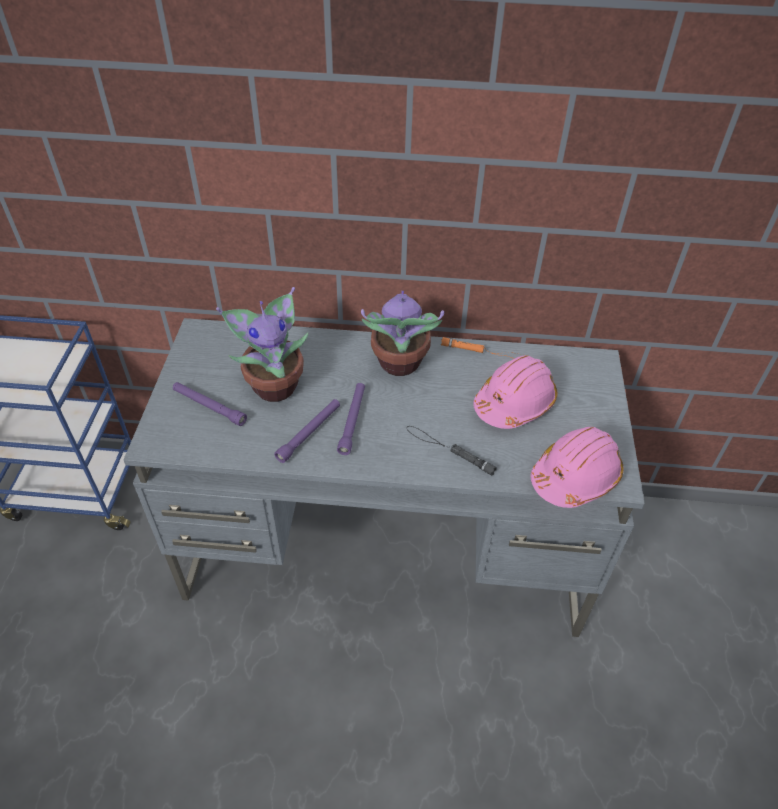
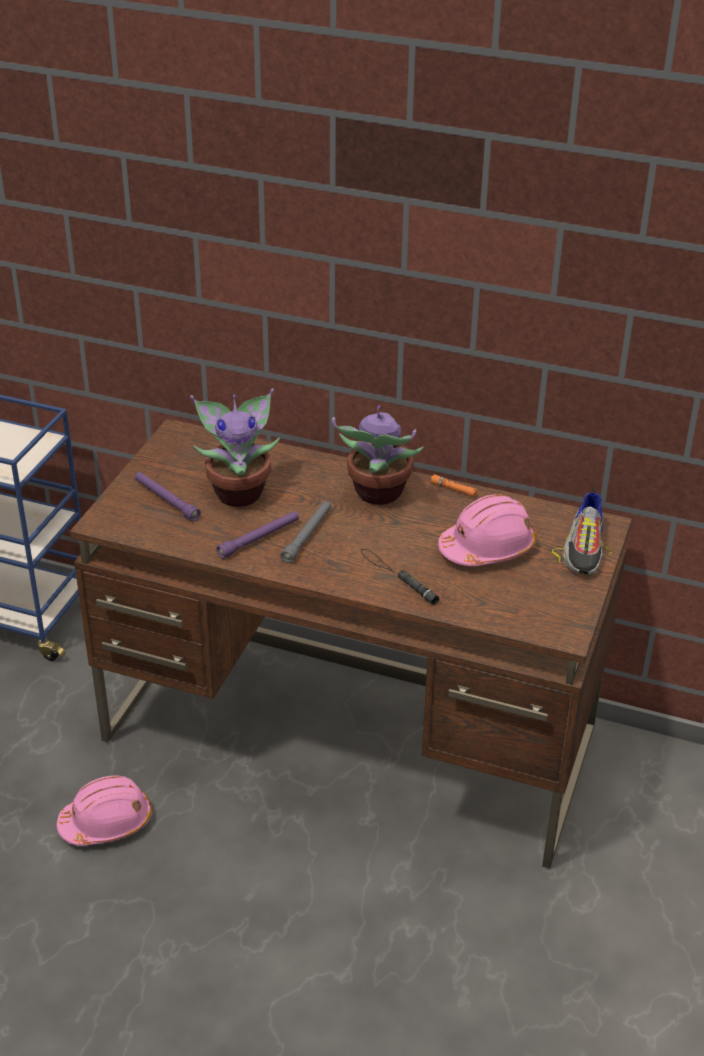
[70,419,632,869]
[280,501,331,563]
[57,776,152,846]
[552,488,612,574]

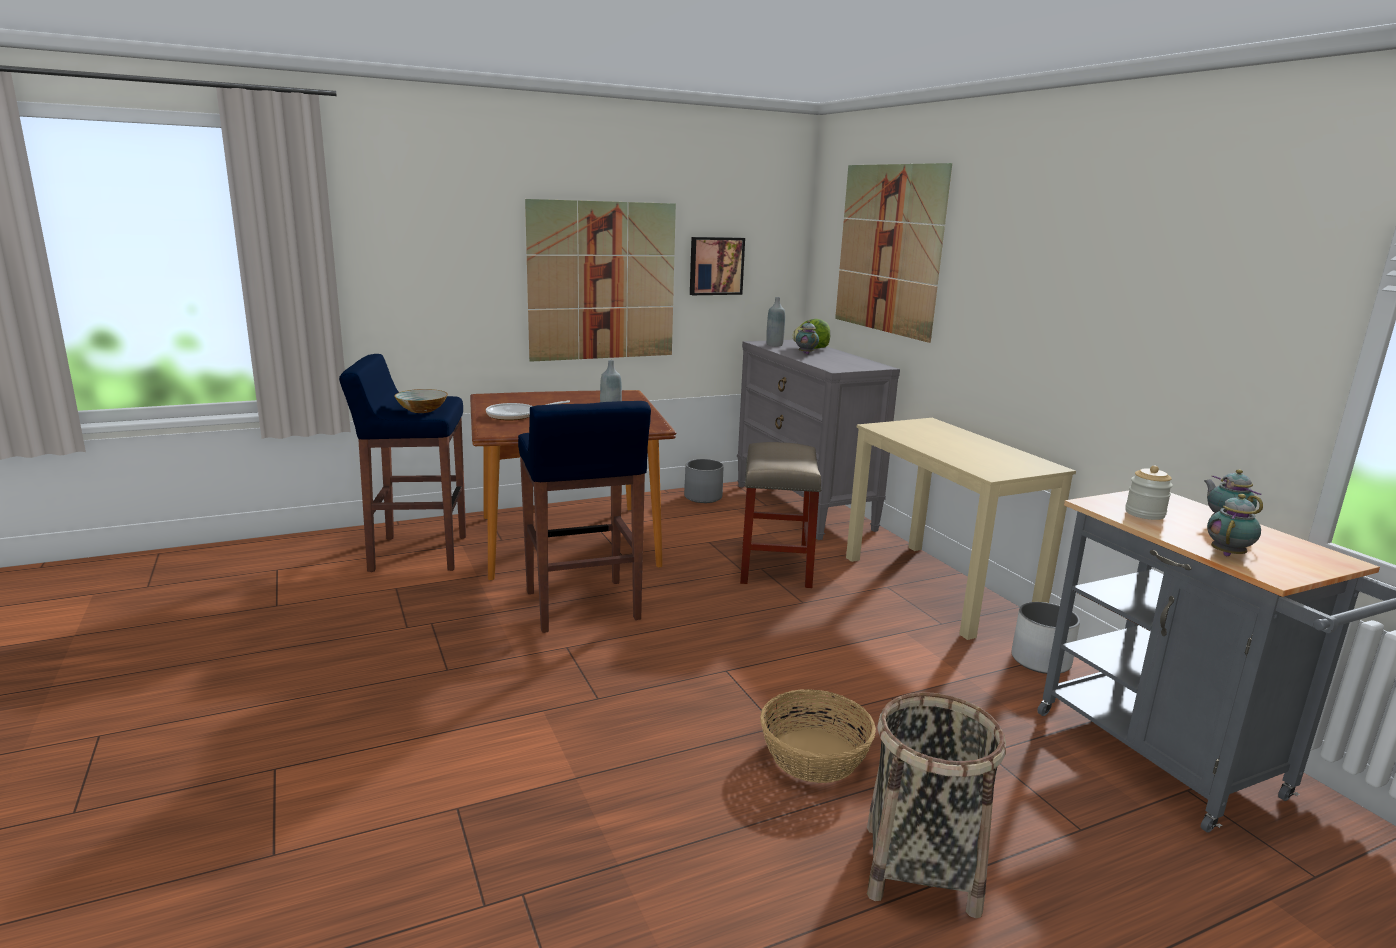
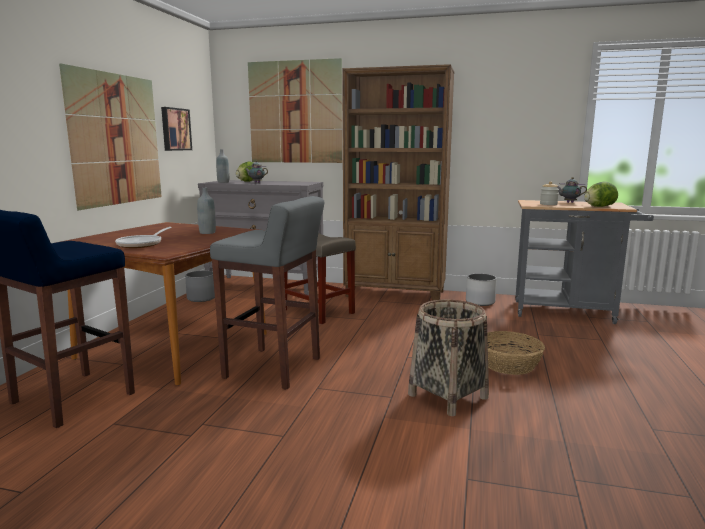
[395,389,448,413] (first image)
[210,196,324,389]
[342,64,454,301]
[408,300,489,416]
[584,182,618,207]

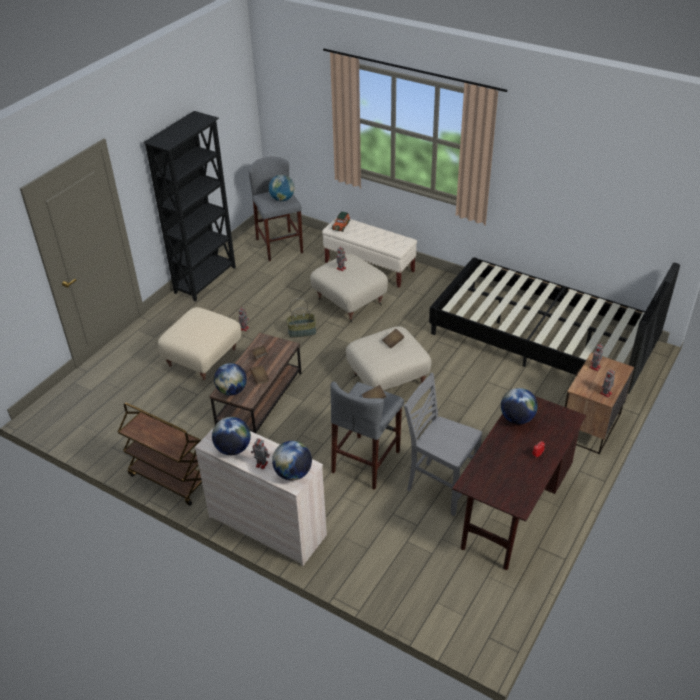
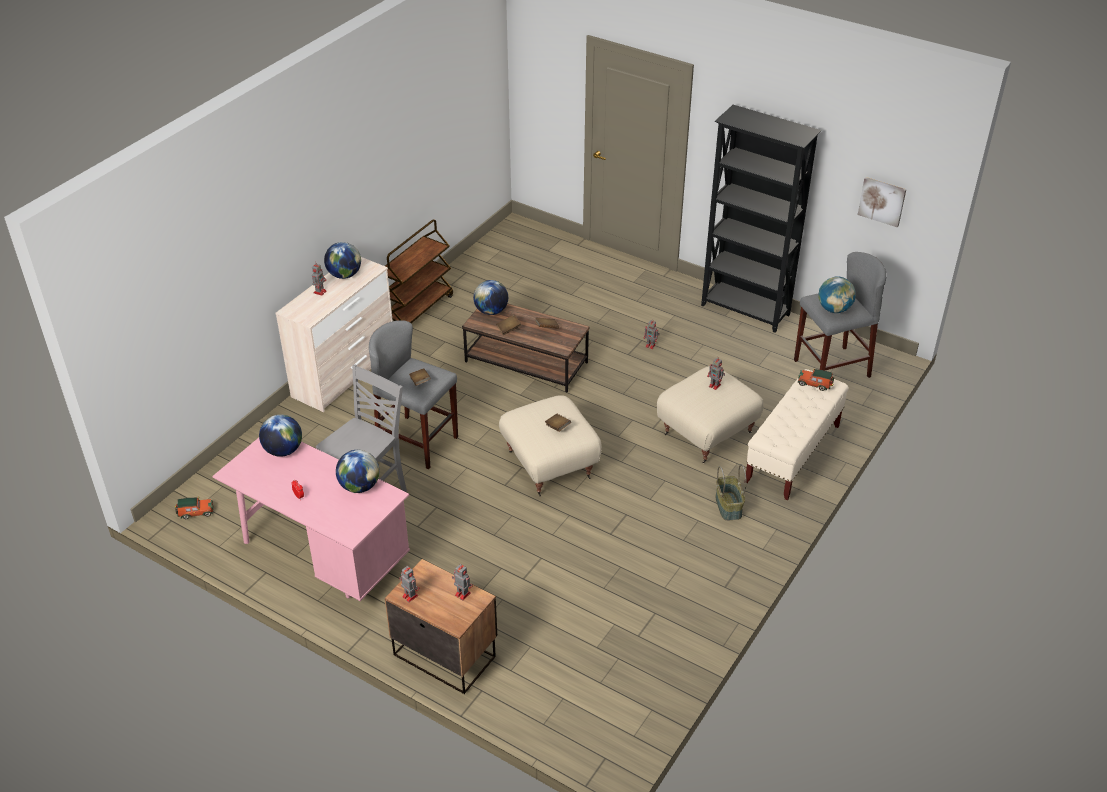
[158,307,241,383] (first image)
[259,414,302,457]
[716,464,747,521]
[429,257,680,403] (first image)
[212,438,410,601]
[175,497,214,519]
[858,177,906,227]

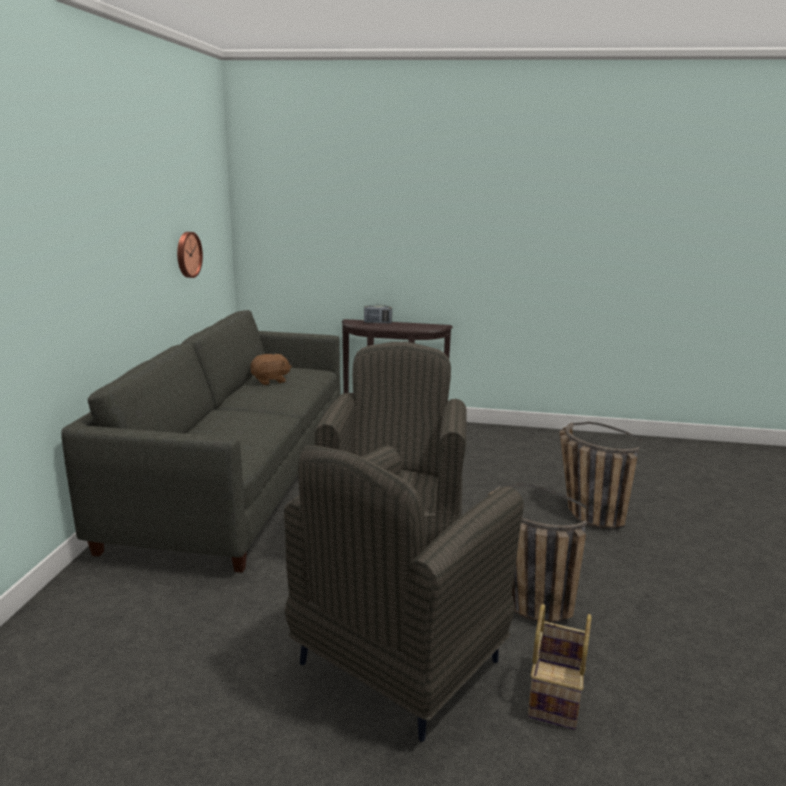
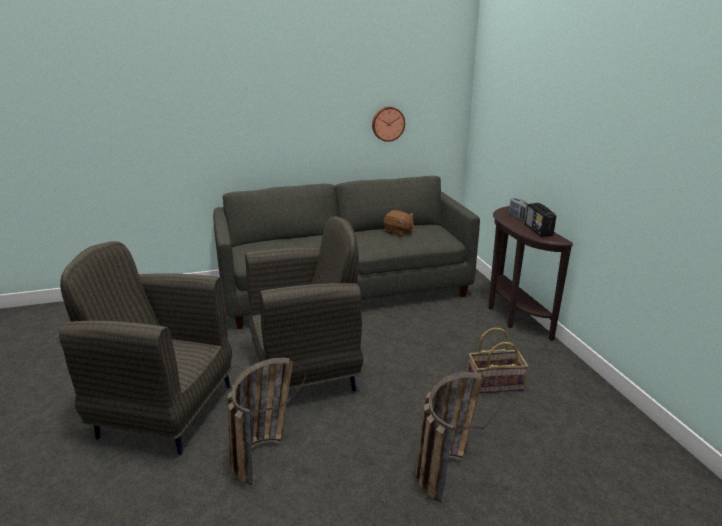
[468,328,528,394]
[525,203,556,237]

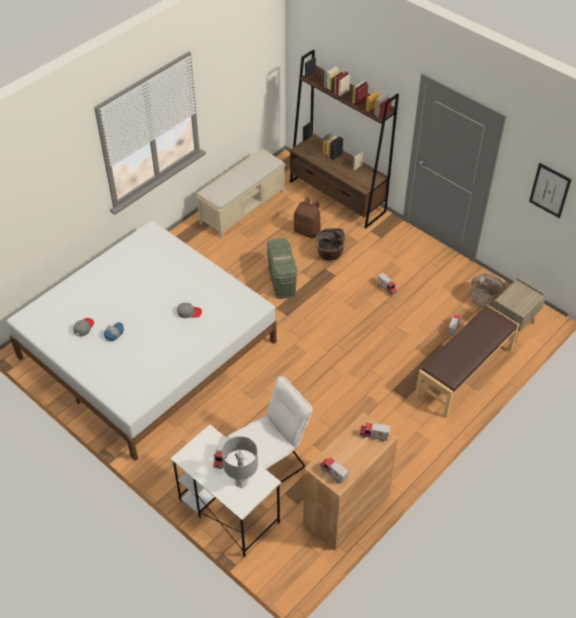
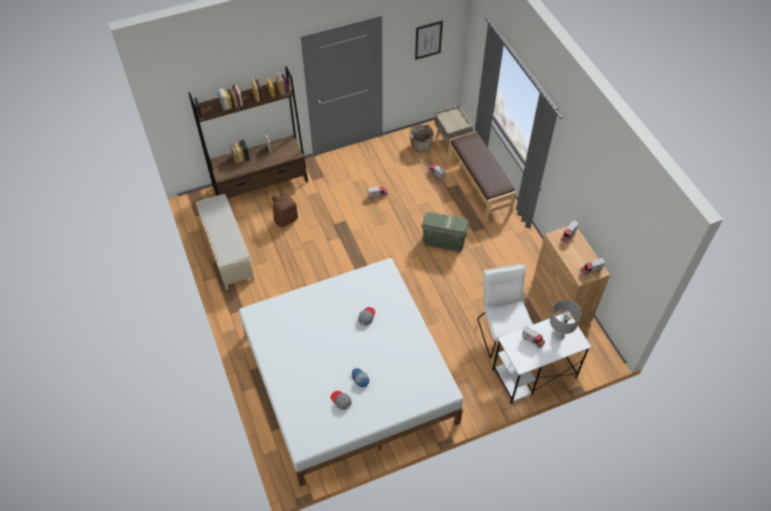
[421,212,469,252]
[315,228,346,261] (first image)

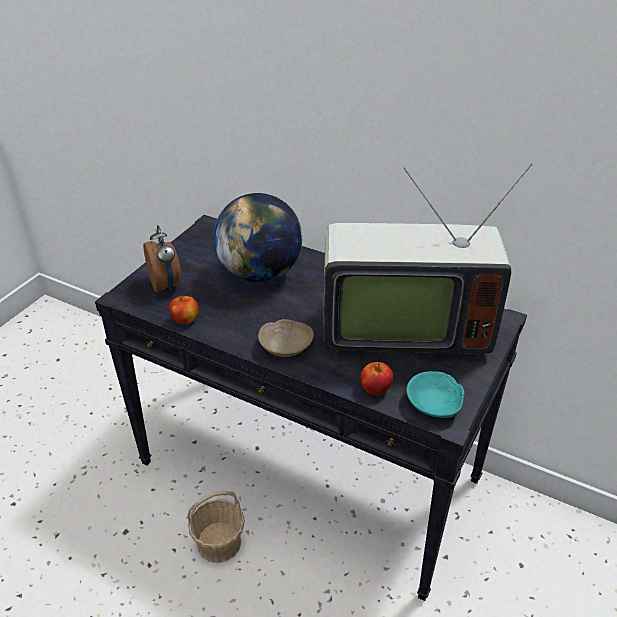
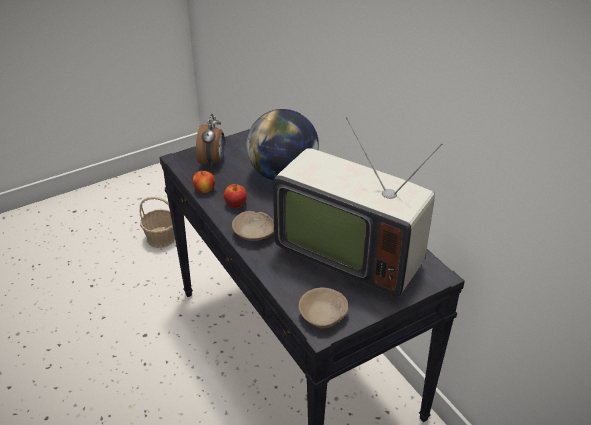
[140,197,175,248]
[224,184,247,208]
[298,288,348,329]

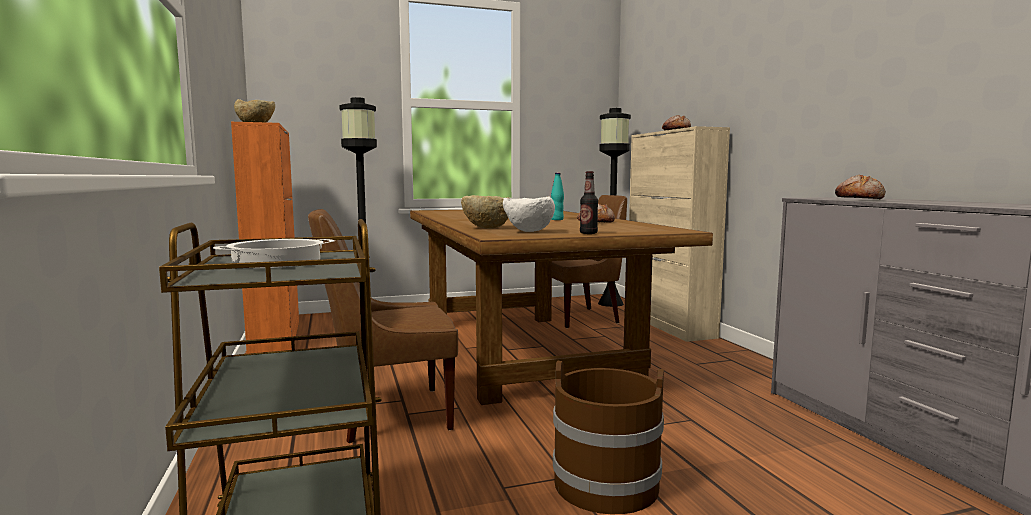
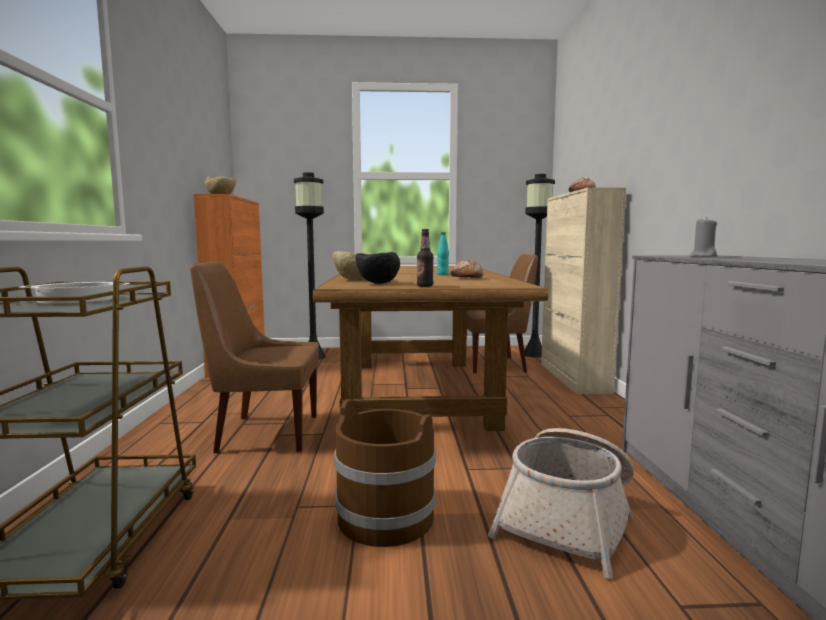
[355,252,400,284]
[690,217,717,257]
[488,428,634,579]

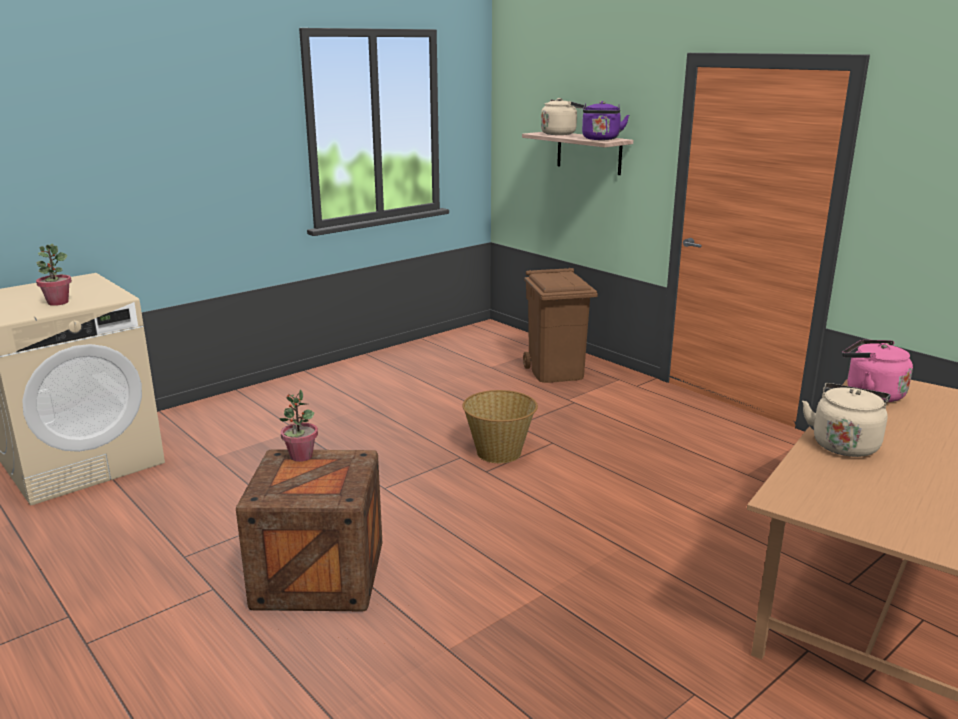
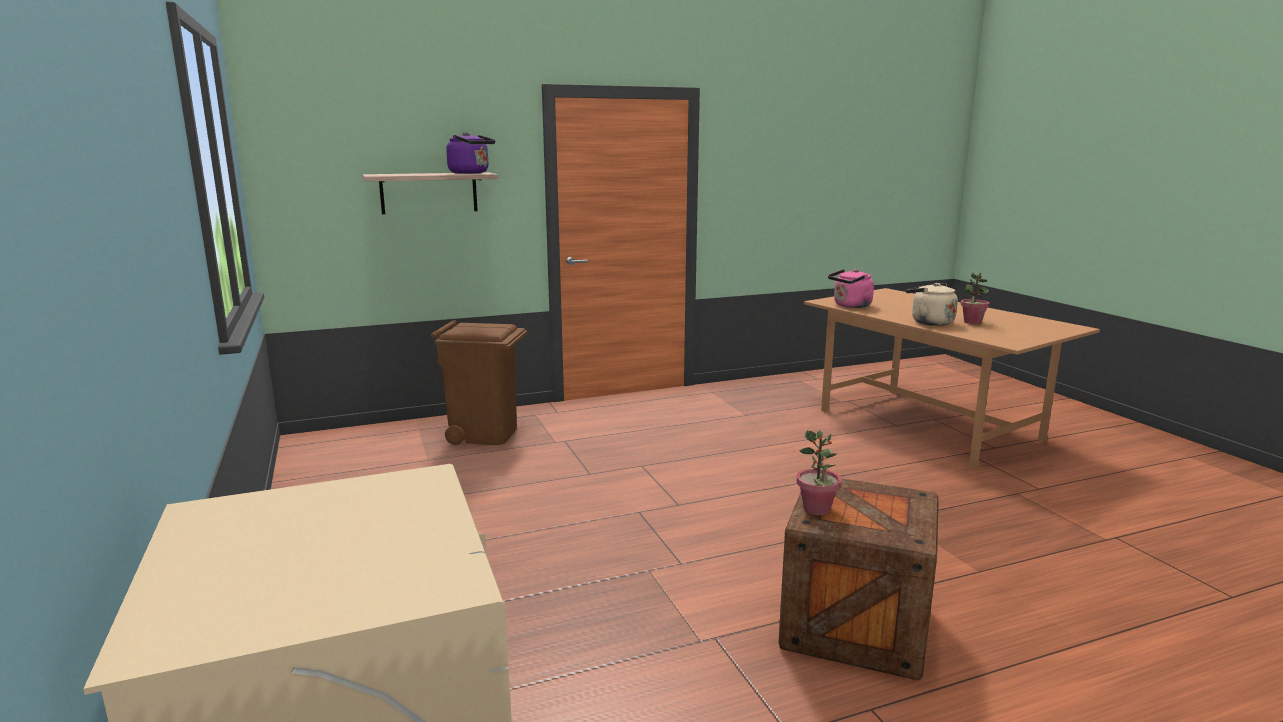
[960,272,990,324]
[462,390,538,463] (first image)
[541,98,584,135] (first image)

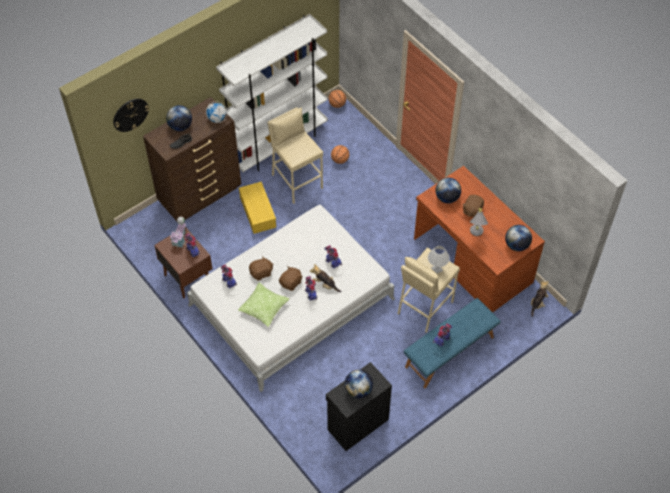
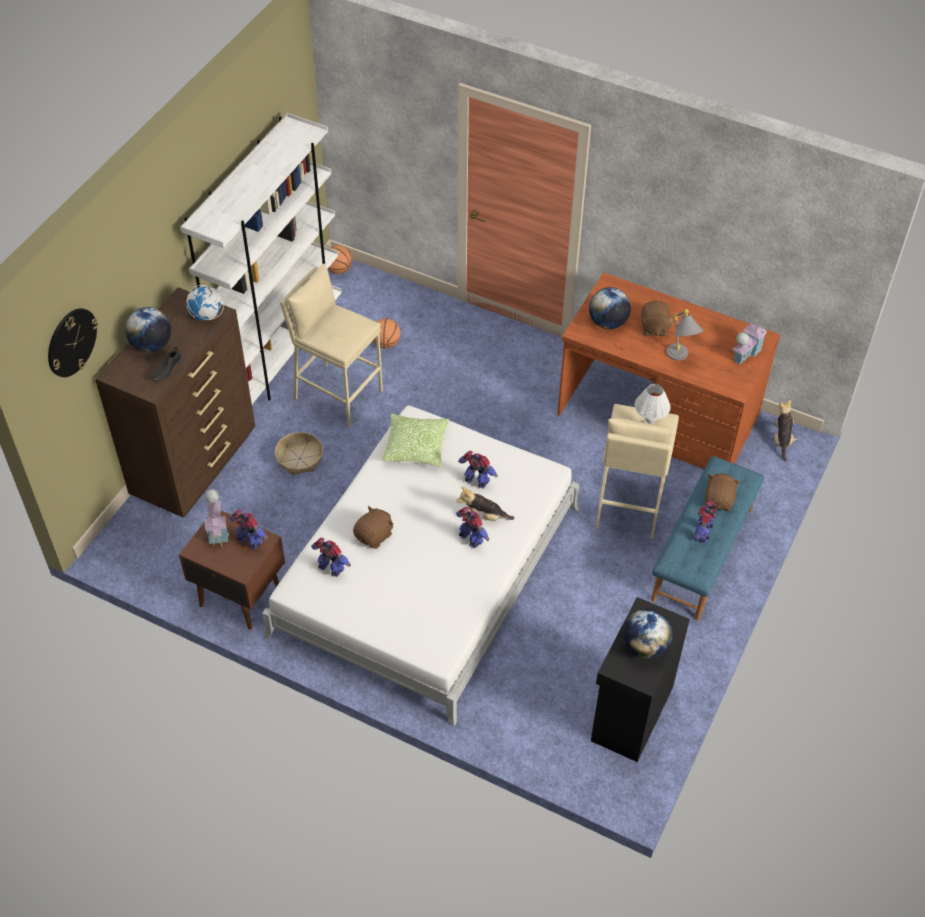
[382,414,449,467]
[275,432,323,475]
[705,473,741,511]
[733,319,767,365]

